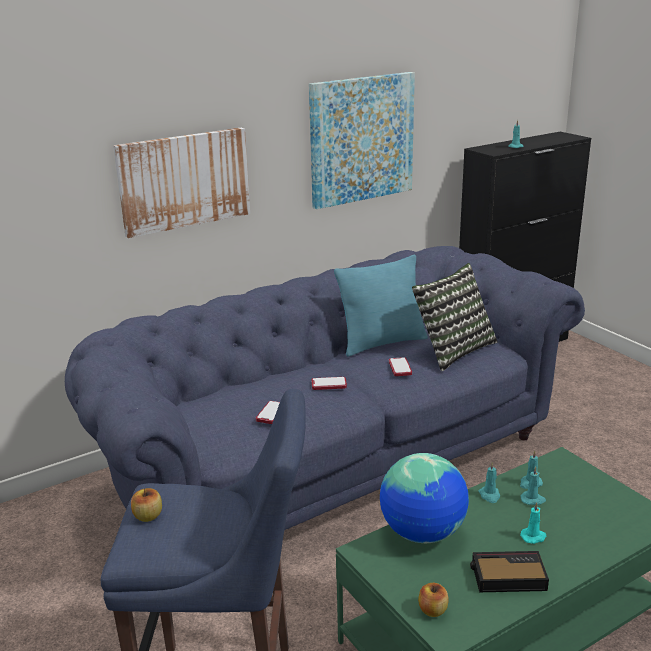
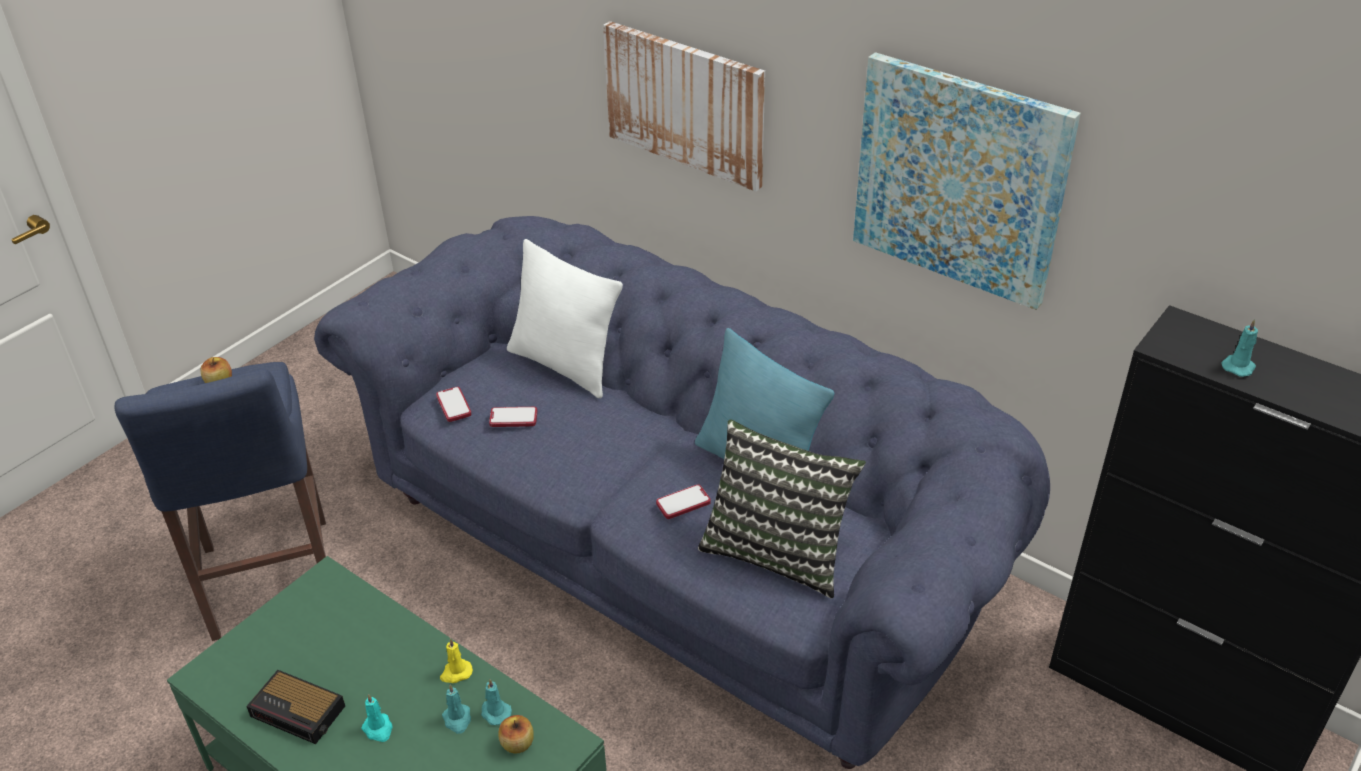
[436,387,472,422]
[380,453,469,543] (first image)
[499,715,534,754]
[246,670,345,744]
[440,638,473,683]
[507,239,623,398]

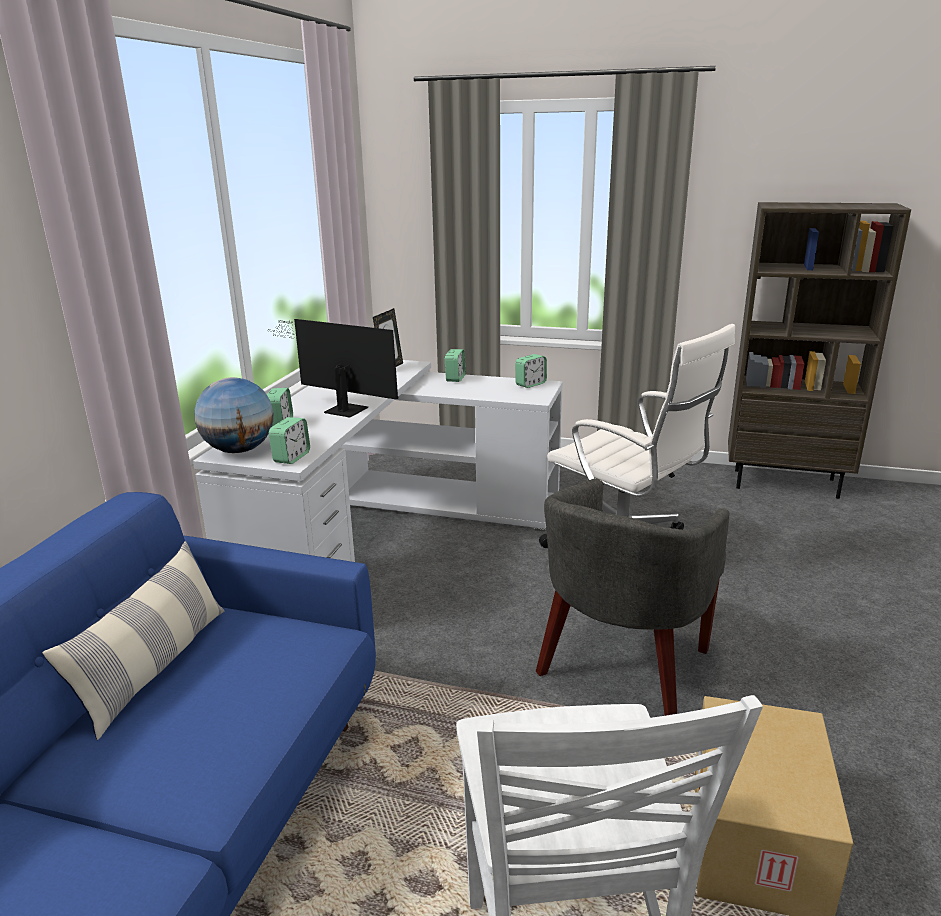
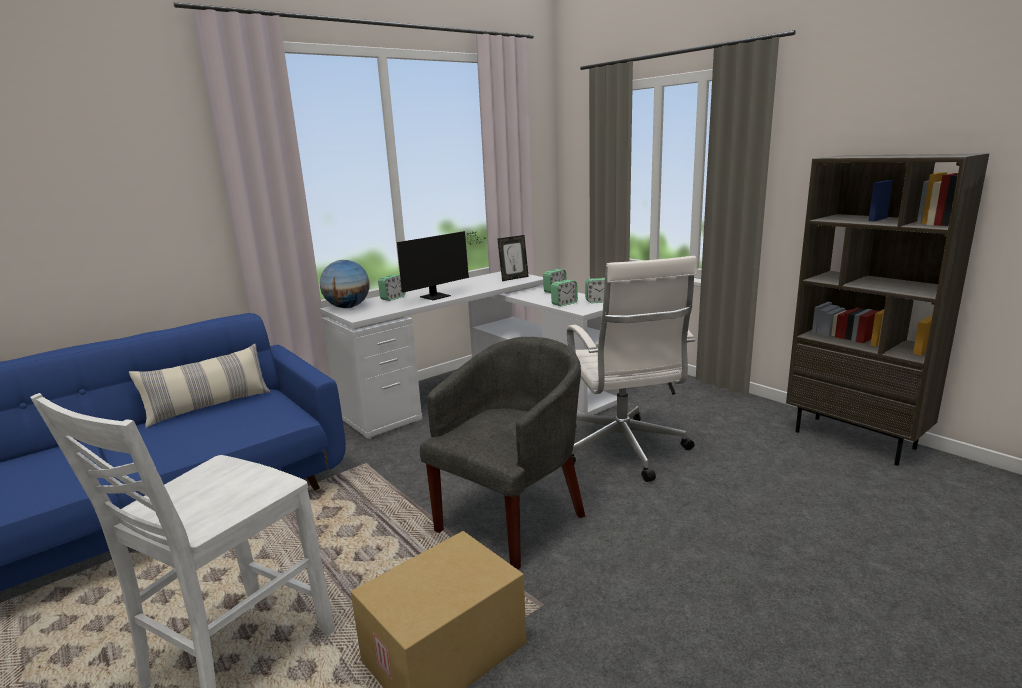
[397,231,483,300]
[551,280,578,307]
[420,337,585,570]

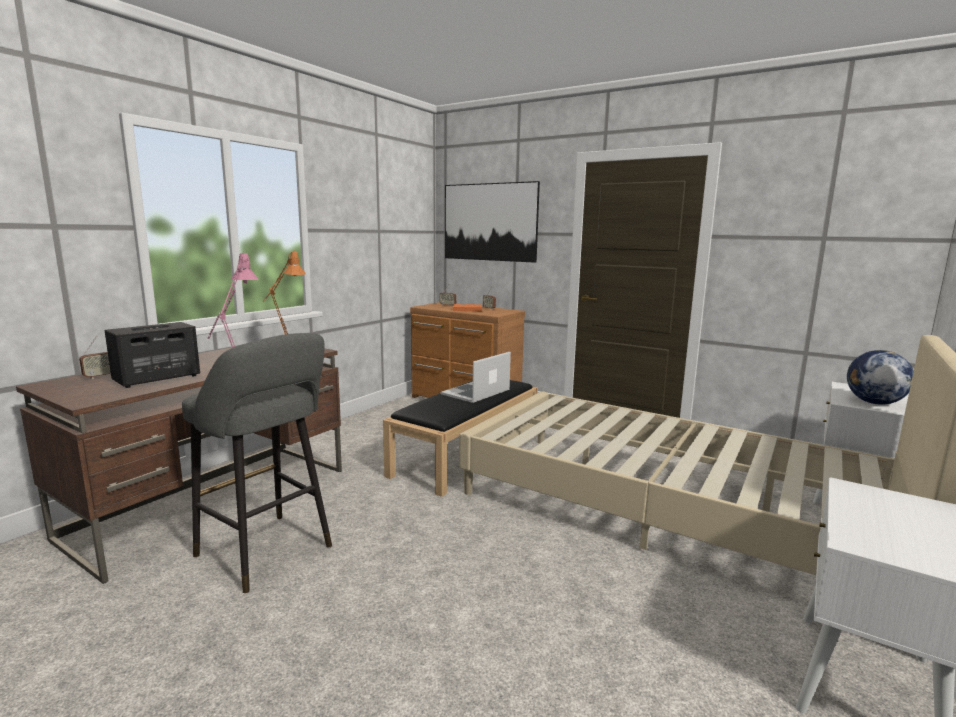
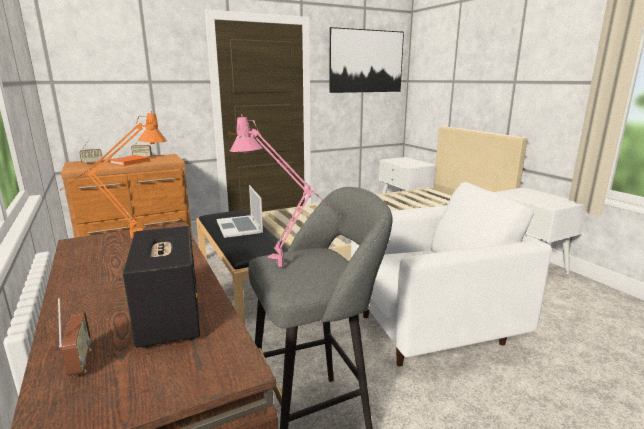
[329,27,404,93]
[847,350,914,405] (first image)
[351,182,552,366]

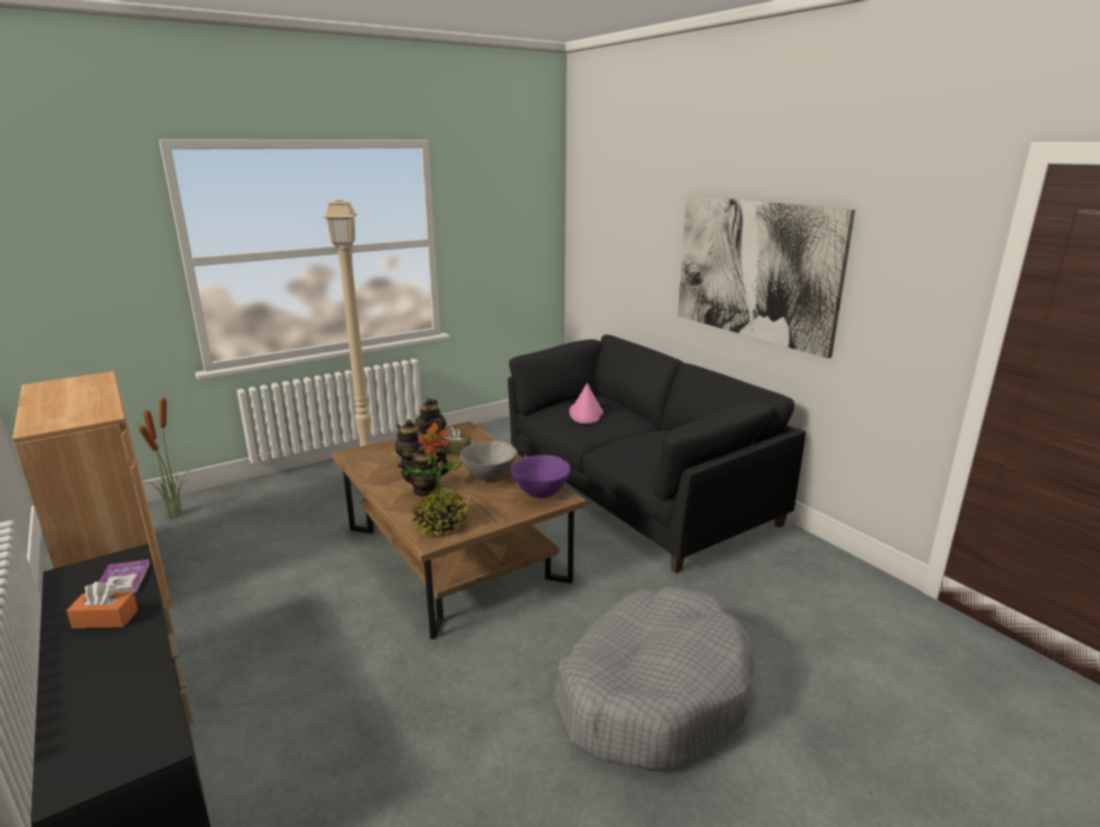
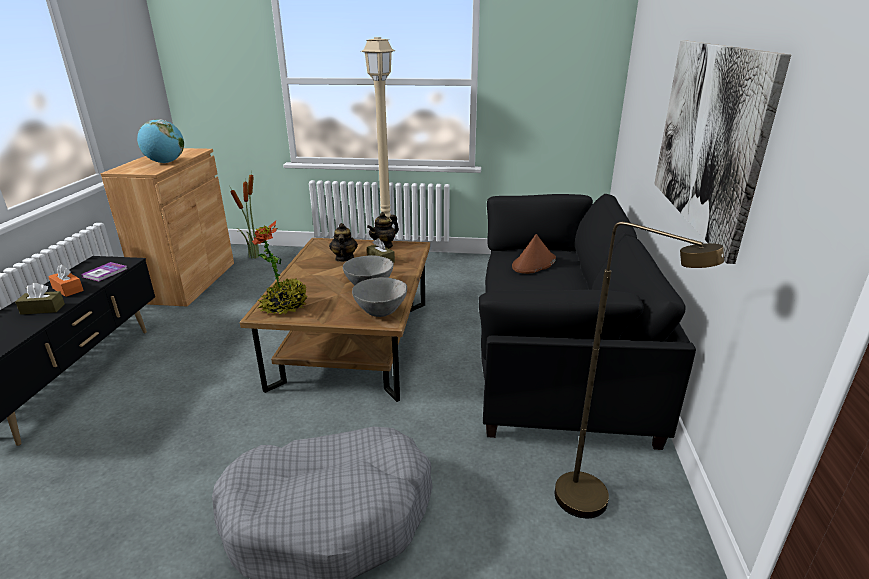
[398,446,448,497] (first image)
[352,277,407,317]
[512,234,556,274]
[15,283,65,315]
[137,119,184,163]
[555,222,724,518]

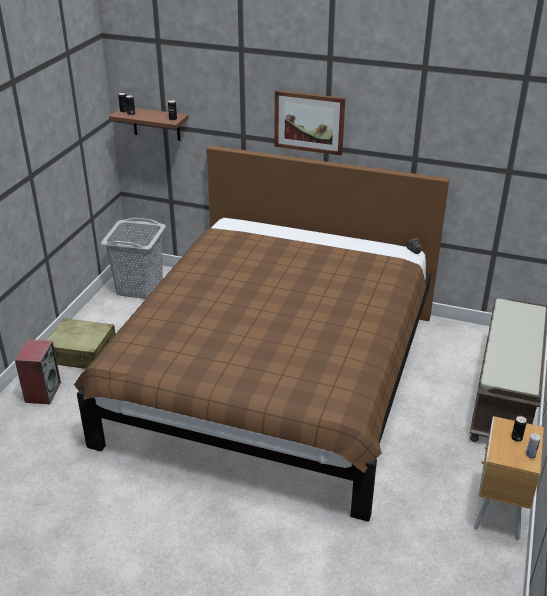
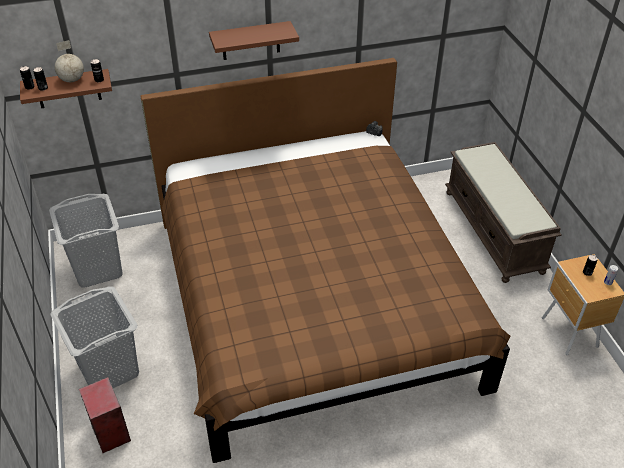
[50,286,139,388]
[209,21,299,60]
[55,40,84,82]

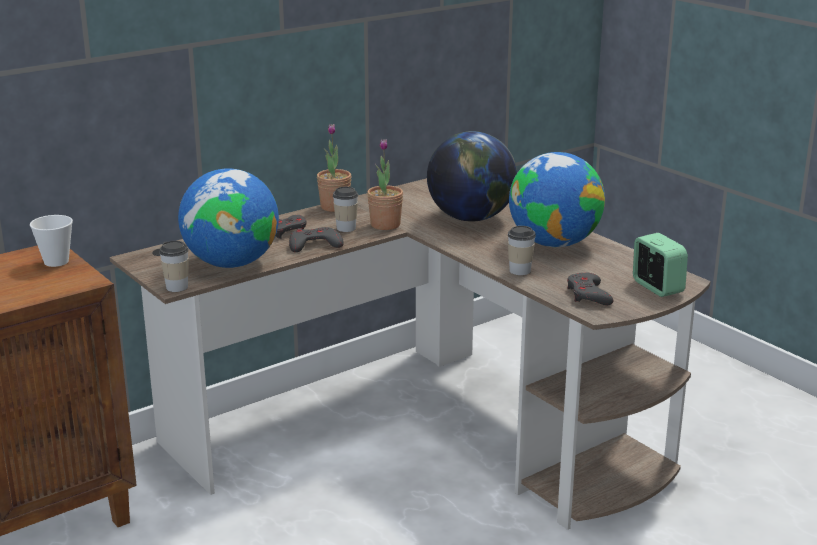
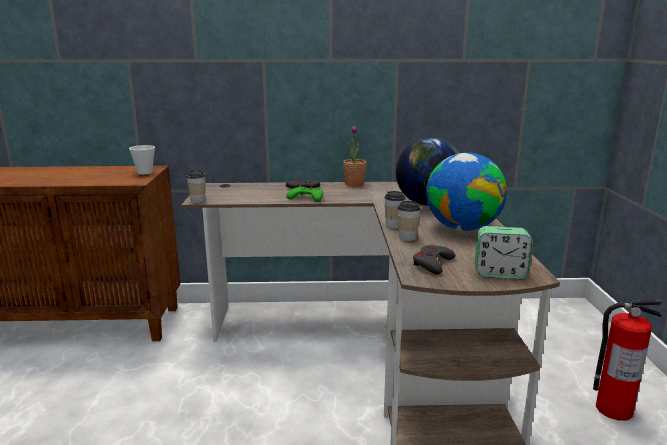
[178,168,279,268] (first image)
[286,185,323,202]
[384,191,406,229]
[367,139,403,230] (first image)
[475,226,533,279]
[593,300,662,420]

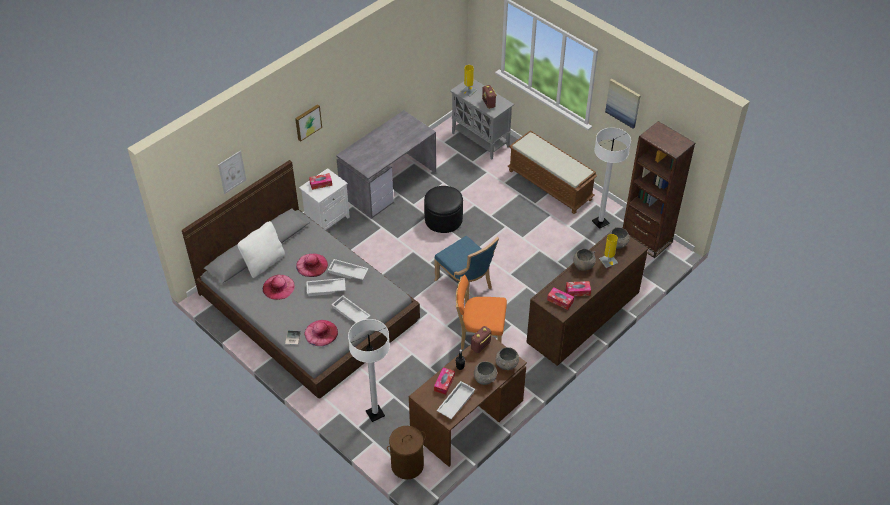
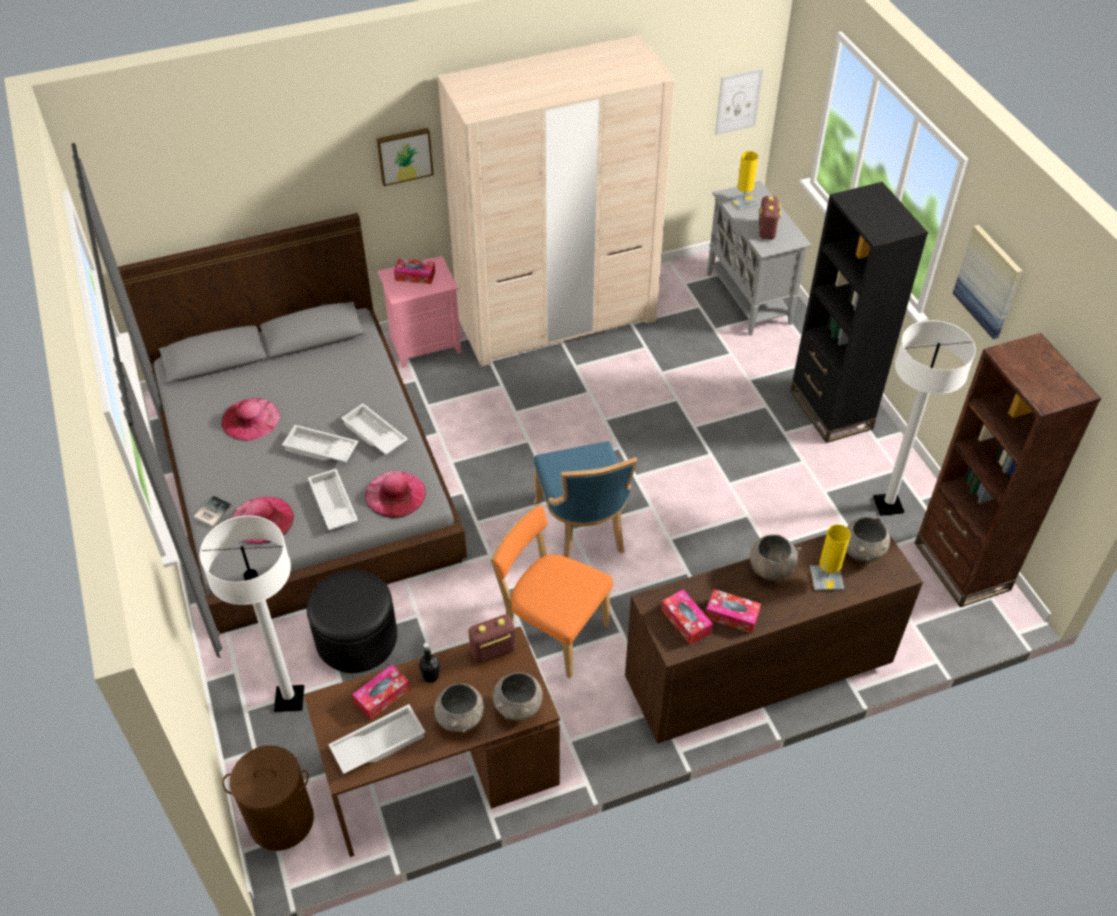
[715,68,763,135]
[238,221,285,278] (first image)
[365,471,426,518]
[378,256,461,368]
[438,35,675,366]
[307,570,397,673]
[790,182,928,443]

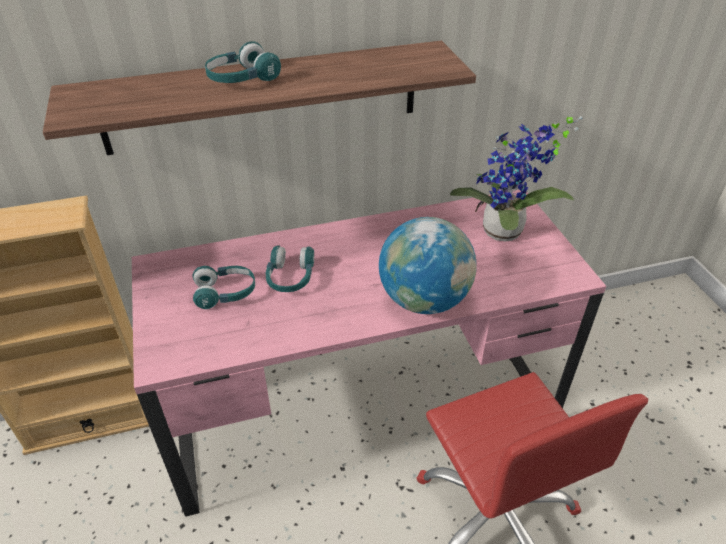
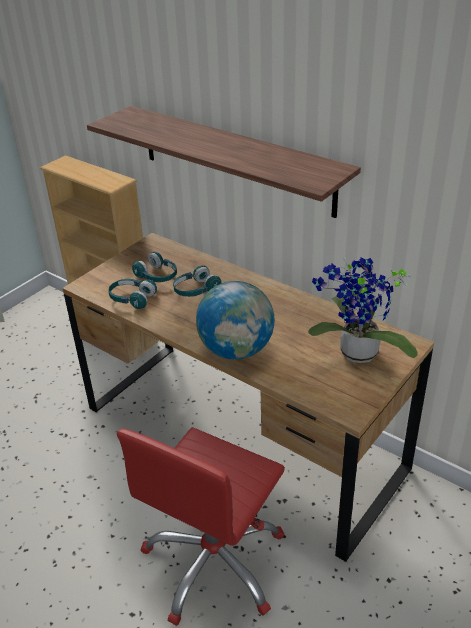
[62,233,434,562]
[108,279,157,309]

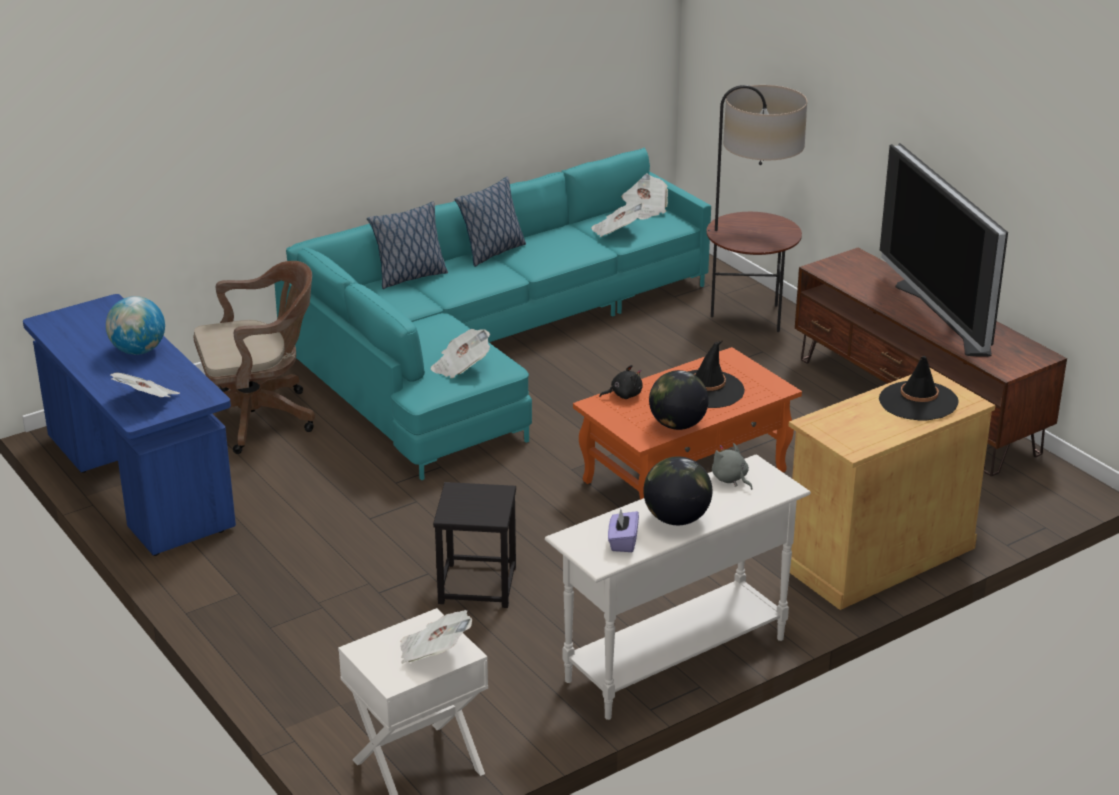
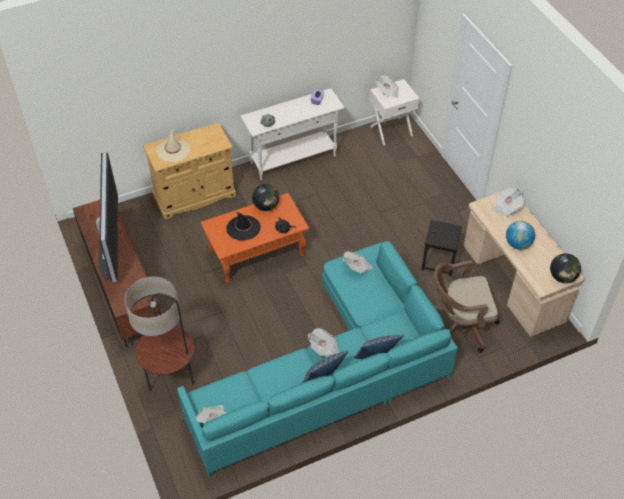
[464,192,584,337]
[422,220,462,276]
[308,328,339,357]
[550,253,581,283]
[157,129,190,162]

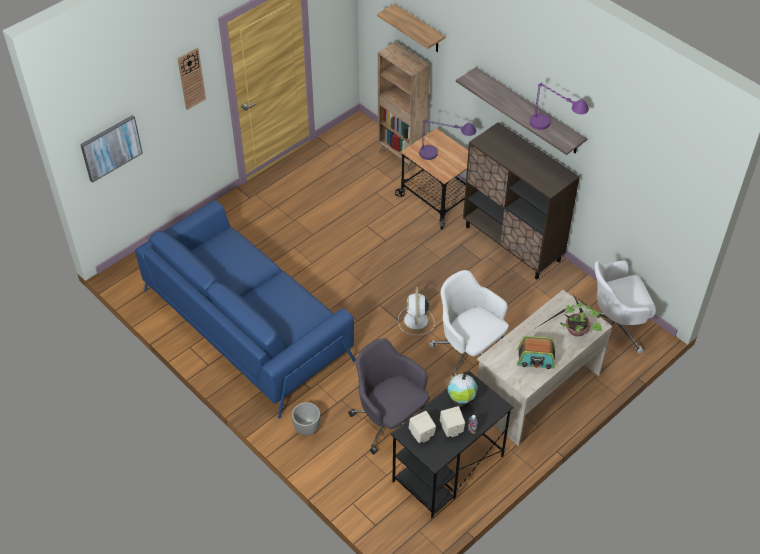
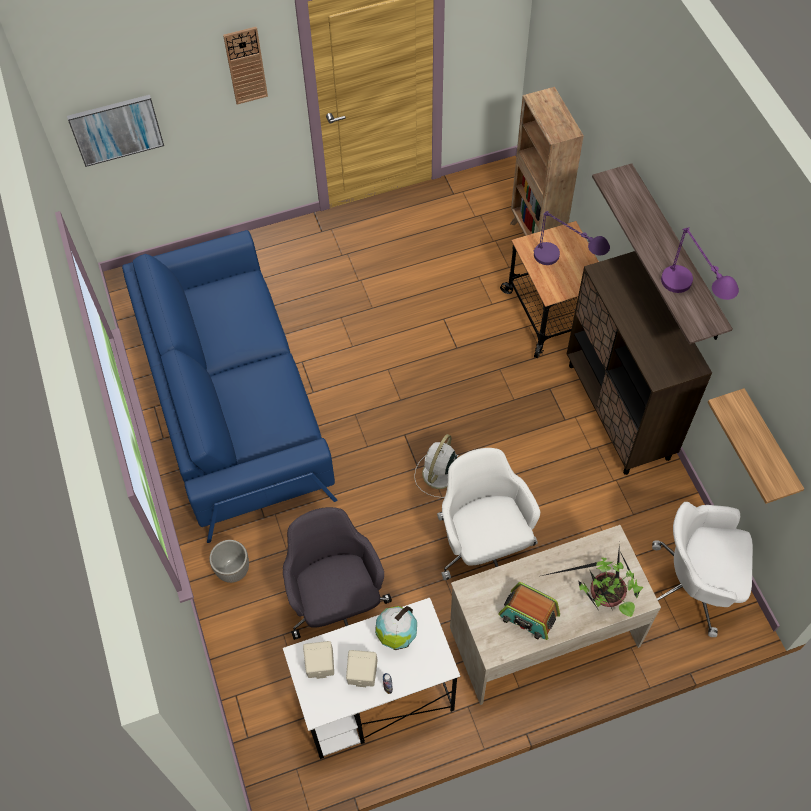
[708,388,804,504]
[283,598,460,759]

